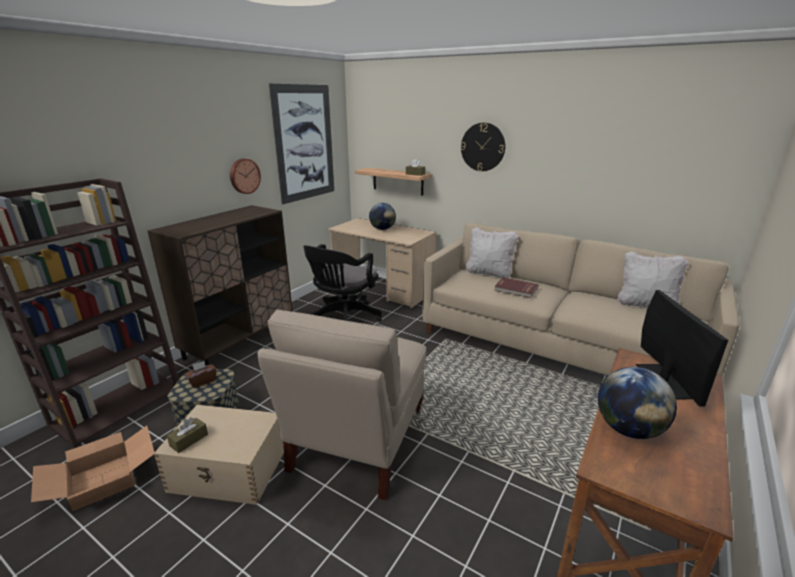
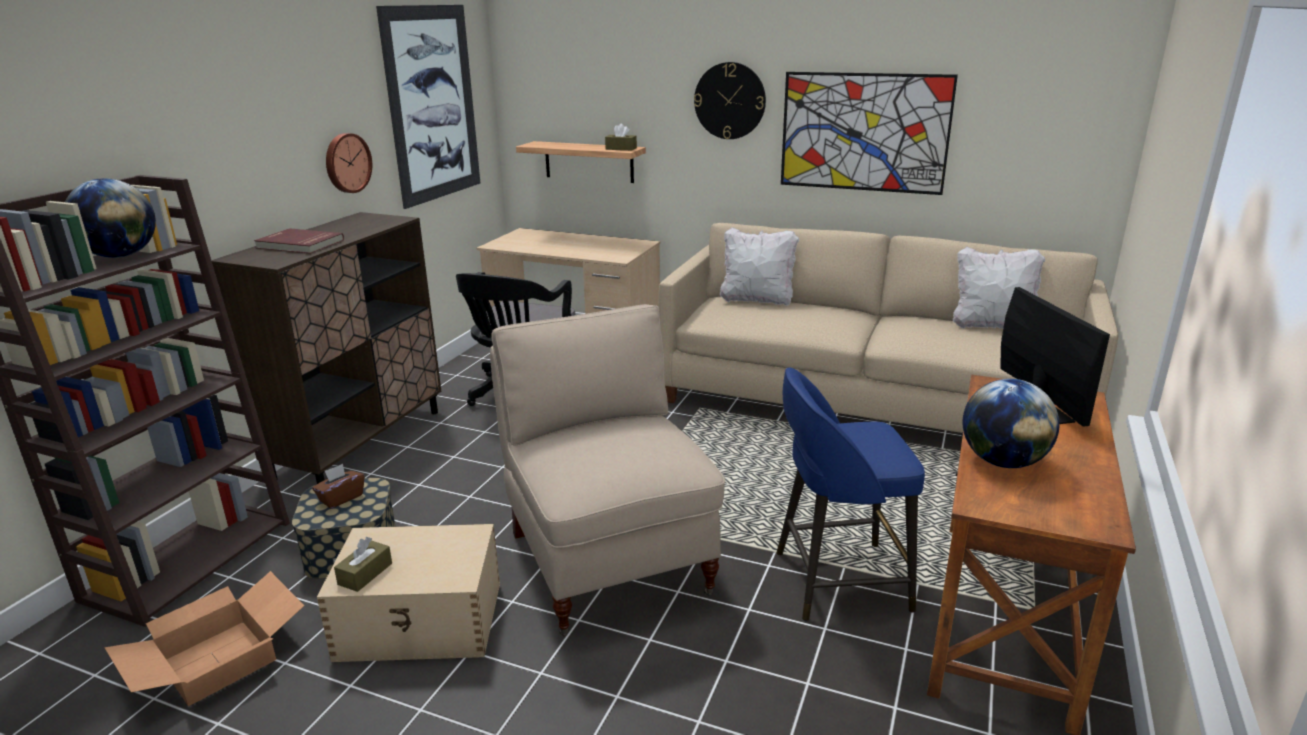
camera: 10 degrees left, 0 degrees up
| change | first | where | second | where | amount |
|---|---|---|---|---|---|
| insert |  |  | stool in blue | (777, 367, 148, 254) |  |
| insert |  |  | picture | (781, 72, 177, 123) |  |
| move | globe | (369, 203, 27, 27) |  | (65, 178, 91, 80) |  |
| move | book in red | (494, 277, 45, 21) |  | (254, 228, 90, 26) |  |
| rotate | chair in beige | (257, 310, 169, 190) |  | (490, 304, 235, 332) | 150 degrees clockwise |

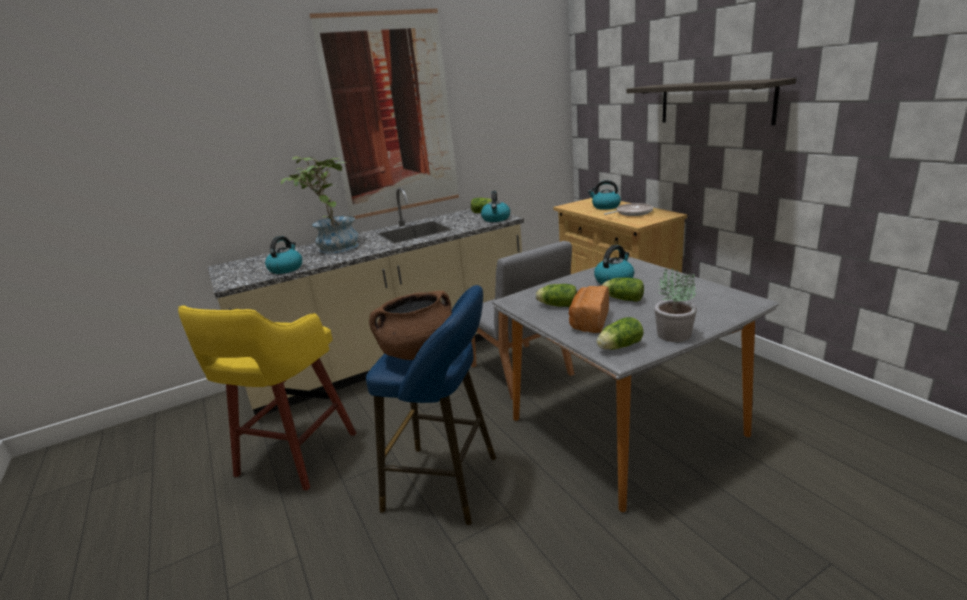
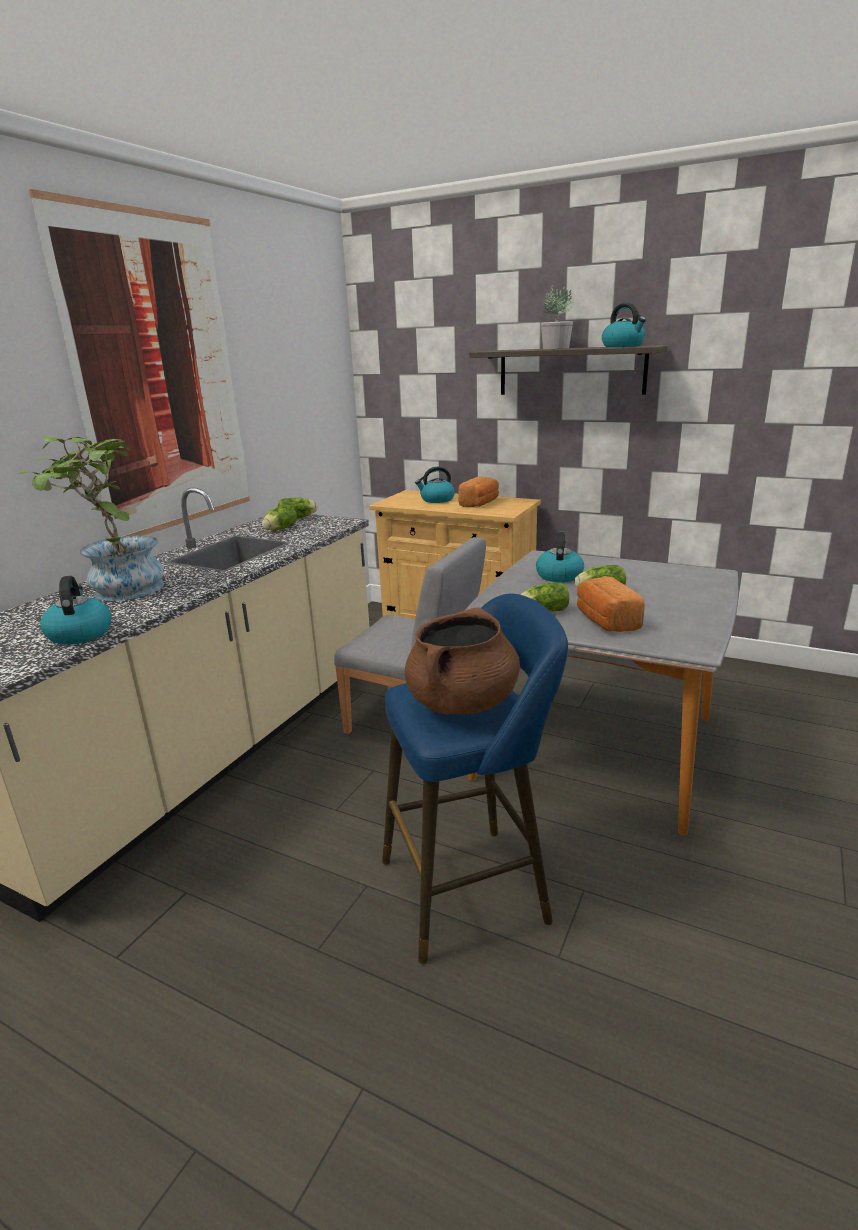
camera: 35 degrees left, 0 degrees up
| change | first | where | second | where | amount |
|---|---|---|---|---|---|
| delete | stool in yellow | (178, 305, 178, 186) |  |  |  |
| move | kettle | (481, 191, 29, 31) |  | (602, 303, 44, 44) |  |
| move | lettuce | (596, 317, 48, 33) |  | (262, 505, 35, 26) |  |
| move | potted plant | (654, 268, 43, 74) |  | (541, 285, 32, 64) |  |
| replace | frying pan | (604, 203, 49, 13) | bread | (458, 476, 41, 31) |  |

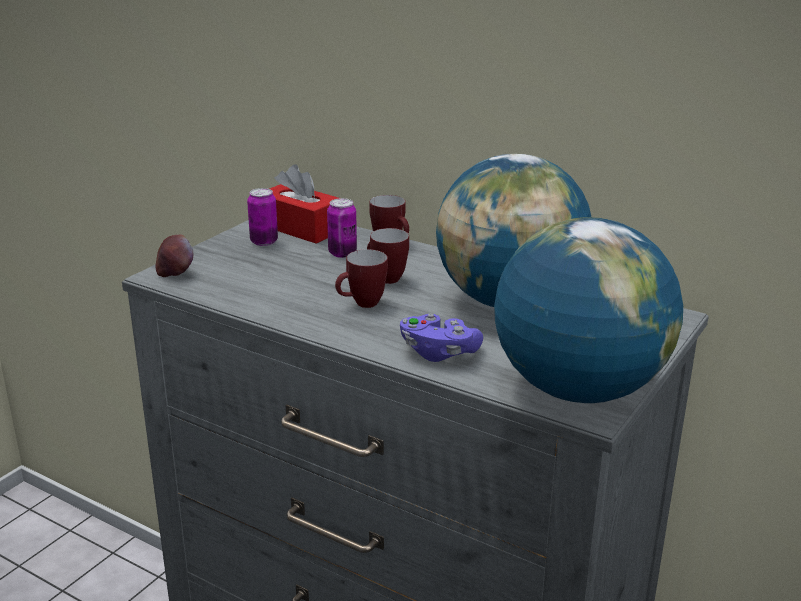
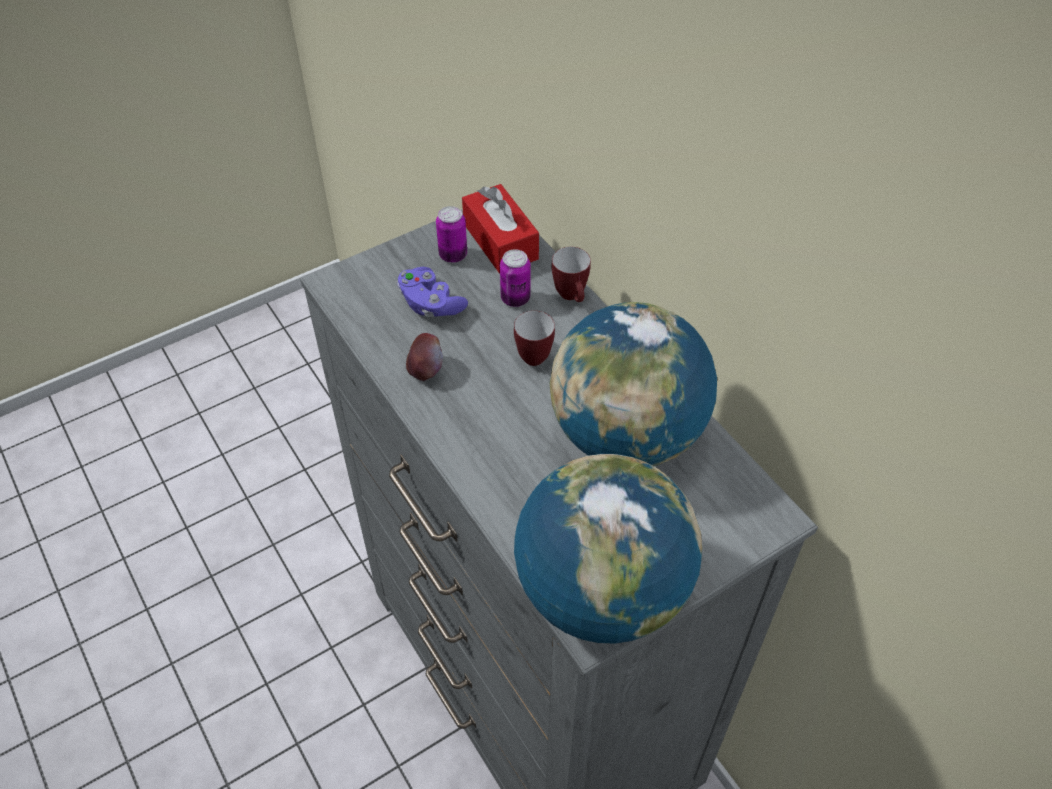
camera: 25 degrees right, 25 degrees up
| change | first | where | second | where | amount |
|---|---|---|---|---|---|
| delete | mug | (335, 249, 53, 59) |  |  |  |
| move | apple | (155, 235, 38, 42) |  | (406, 333, 37, 48) |  |
| move | game controller in purple | (400, 314, 83, 48) |  | (397, 267, 71, 50) |  |

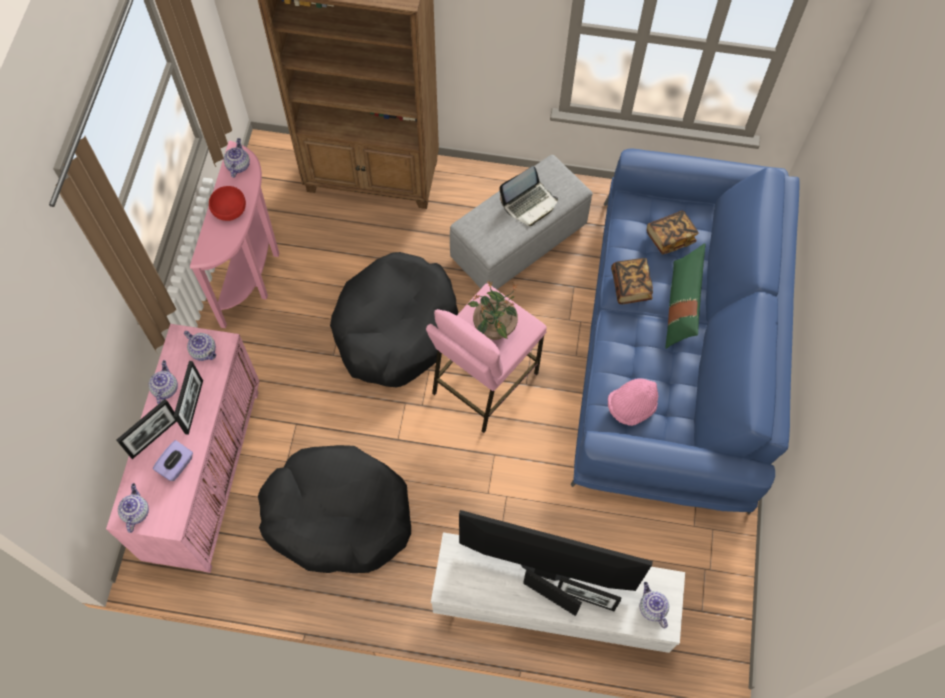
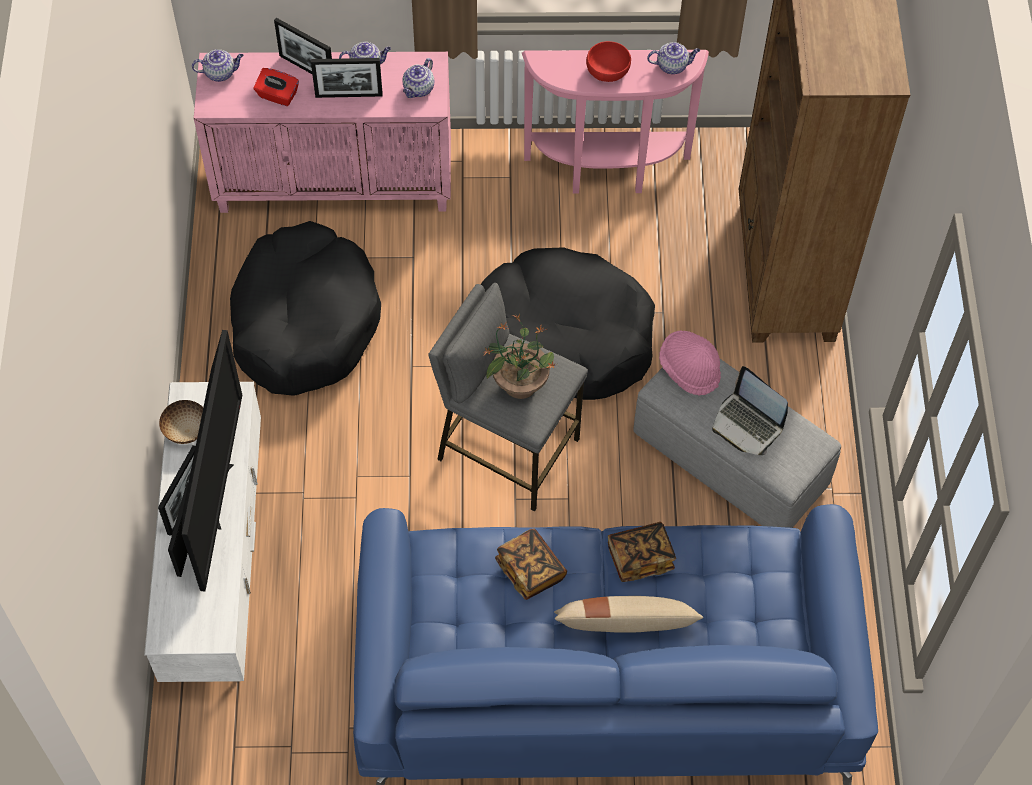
camera: 80 degrees right, 5 degrees down
| change | first | where | second | where | amount |
|---|---|---|---|---|---|
| delete | teapot | (640, 582, 29, 47) |  |  |  |
| insert |  |  | bowl | (159, 400, 44, 44) |  |
| move | hat in pink | (608, 378, 50, 48) |  | (659, 331, 62, 64) |  |
| move | book | (647, 211, 52, 43) |  | (495, 528, 72, 72) |  |
| recolor | tissue box in purple | (153, 440, 40, 41) | tissue box in red | (254, 68, 45, 38) |  |
| recolor | stool in pink | (426, 283, 121, 150) | stool in grey | (428, 283, 160, 228) |  |
| recolor | pillow in green | (666, 243, 39, 106) | pillow in beige | (554, 596, 149, 37) |  |

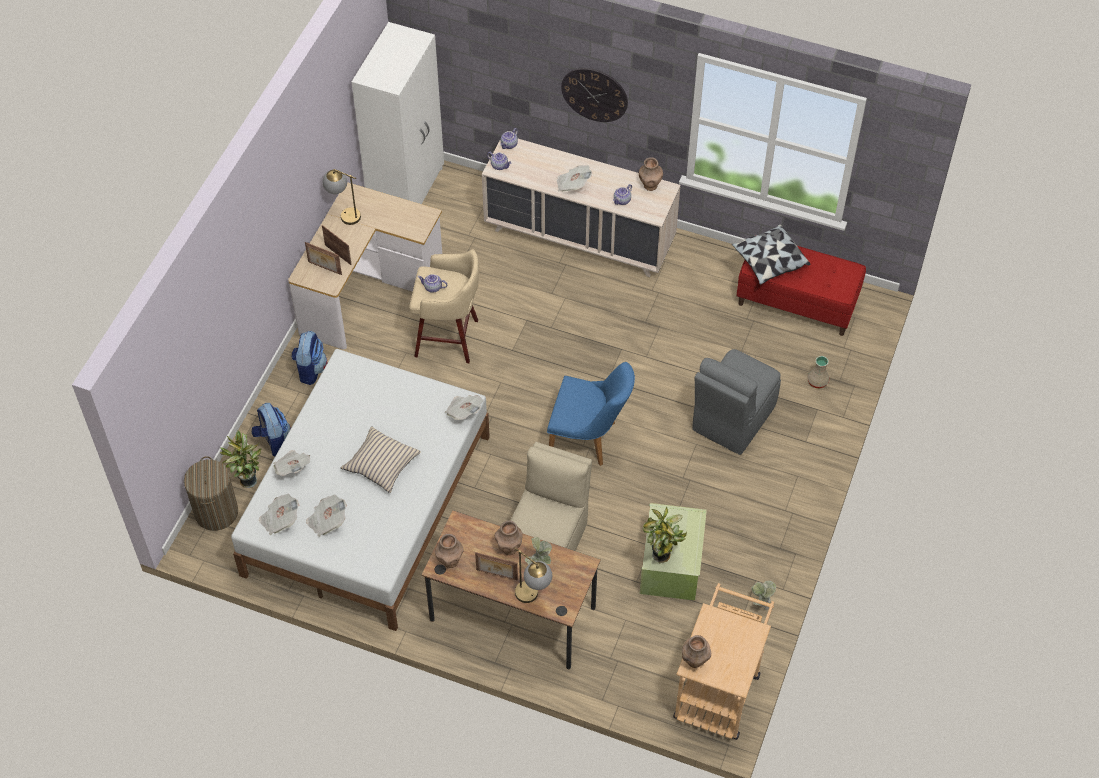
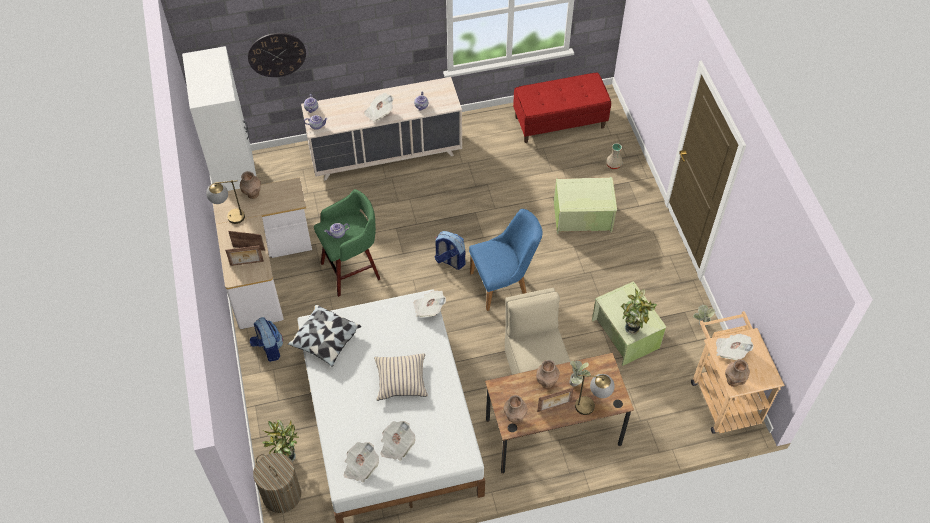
camera: 35 degrees left, 0 degrees up
| change | first | where | second | where | amount |
|---|---|---|---|---|---|
| move | backpack | (252, 403, 39, 54) |  | (434, 231, 32, 39) |  |
| move | newspaper | (273, 450, 37, 26) |  | (716, 334, 38, 26) |  |
| move | wall clock | (561, 68, 67, 54) |  | (248, 33, 58, 44) |  |
| move | vase in brown | (639, 157, 24, 34) |  | (240, 171, 21, 28) |  |
| move | pillow | (732, 224, 79, 61) |  | (288, 305, 73, 62) |  |
| replace | chair in grey | (692, 349, 89, 106) | storage box in green | (554, 177, 63, 57) |  |
| recolor | stool in beige | (410, 249, 69, 114) | stool in green | (314, 189, 66, 108) |  |

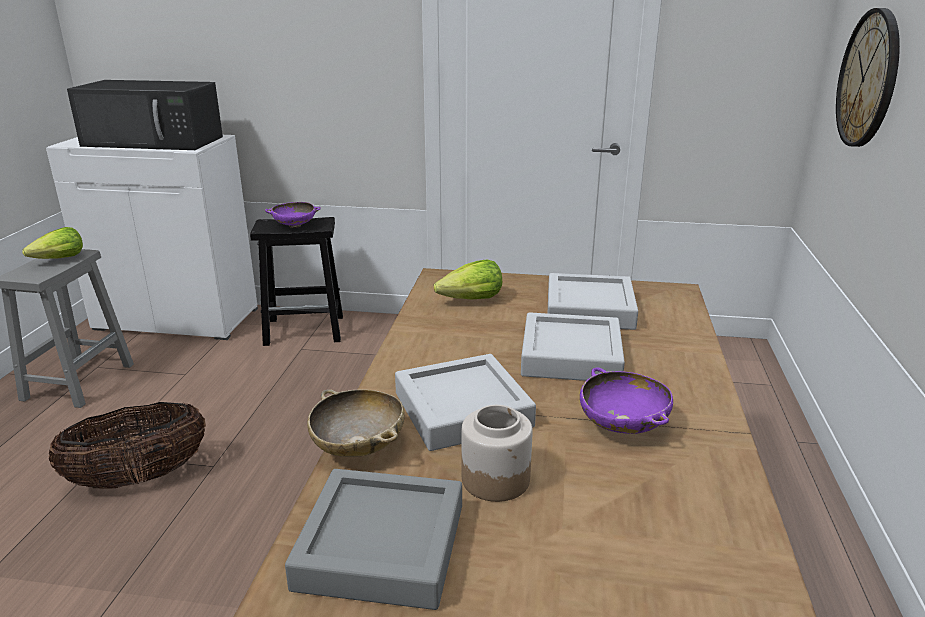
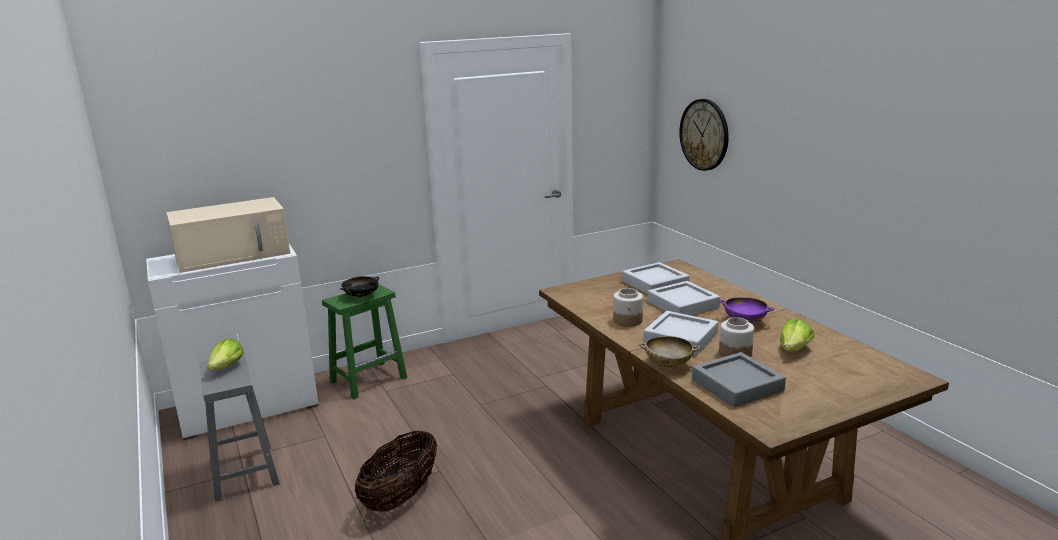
camera: 35 degrees left, 5 degrees down
| change | first | where | second | where | amount |
|---|---|---|---|---|---|
| insert |  |  | jar | (613, 288, 30, 39) |  |
| move | lettuce | (434, 260, 68, 40) |  | (780, 318, 34, 34) |  |
| recolor | microwave in black | (67, 80, 156, 70) | microwave in beige | (166, 197, 124, 76) |  |
| recolor | stool in black | (250, 217, 93, 129) | stool in green | (322, 284, 85, 115) |  |
| recolor | bowl in purple | (265, 202, 56, 26) | bowl in black | (341, 276, 38, 22) |  |

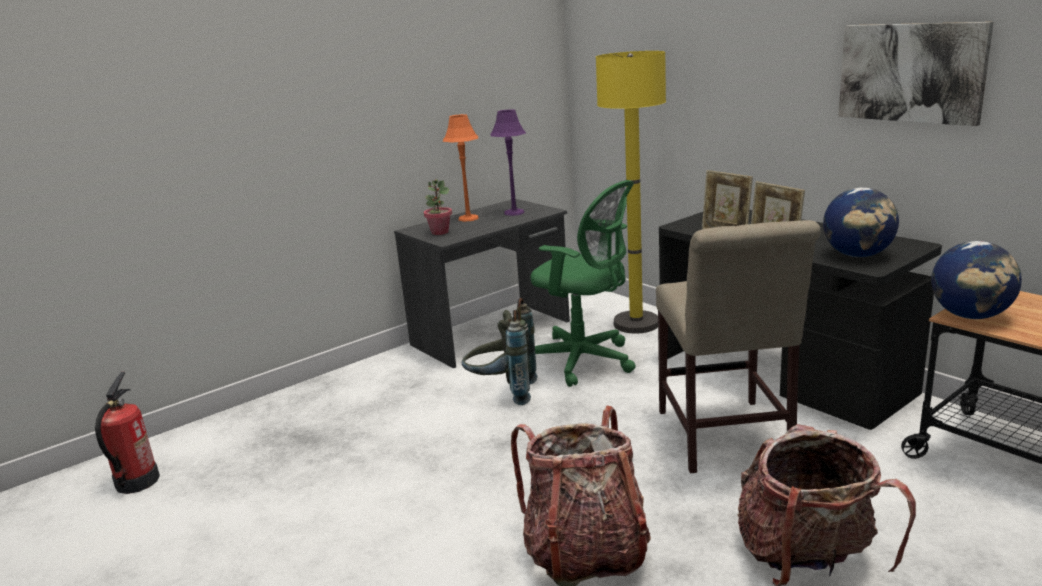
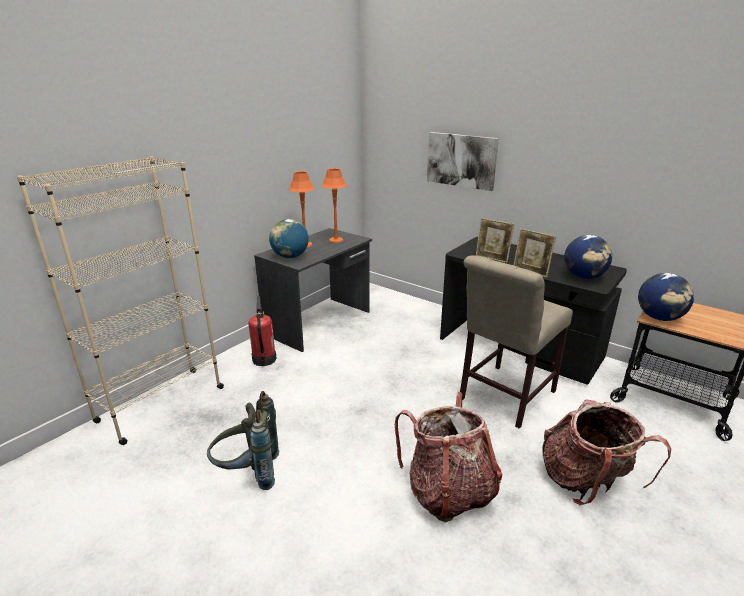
camera: 15 degrees left, 5 degrees up
| change | first | where | second | where | amount |
|---|---|---|---|---|---|
| delete | office chair in green | (531, 180, 105, 207) |  |  |  |
| delete | floor lamp in yellow | (596, 51, 70, 283) |  |  |  |
| insert |  |  | bookcase in beige | (17, 156, 207, 289) |  |
| move | fire extinguisher | (95, 372, 65, 122) |  | (248, 296, 29, 70) |  |
| move | backpack in grey | (462, 298, 76, 107) |  | (207, 391, 72, 99) |  |
| move | picture | (838, 22, 155, 104) |  | (427, 132, 72, 59) |  |
| replace | potted plant | (424, 179, 28, 56) | globe | (269, 219, 40, 39) |  |
| recolor | table lamp in purple | (490, 109, 36, 107) | table lamp in orange | (321, 168, 26, 75) |  |
| rotate | chair in beige | (656, 220, 164, 253) |  | (460, 256, 113, 172) | 60 degrees clockwise |

